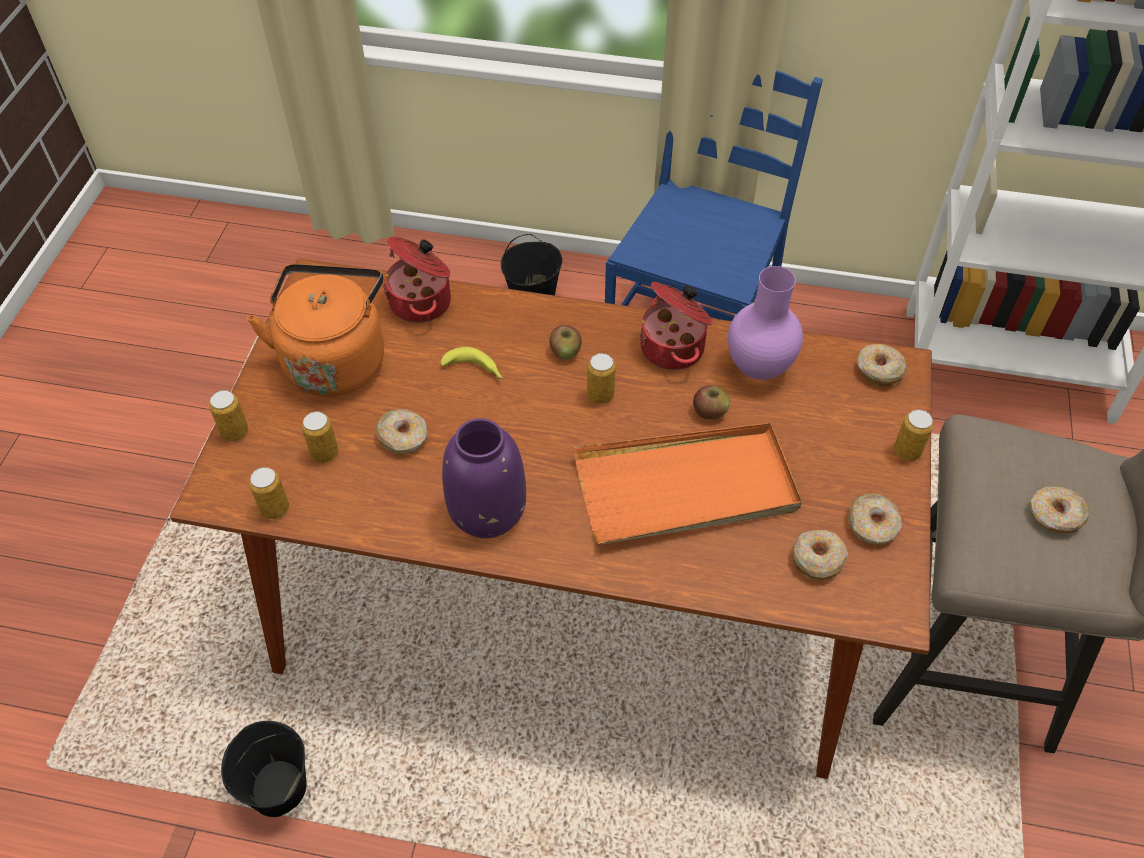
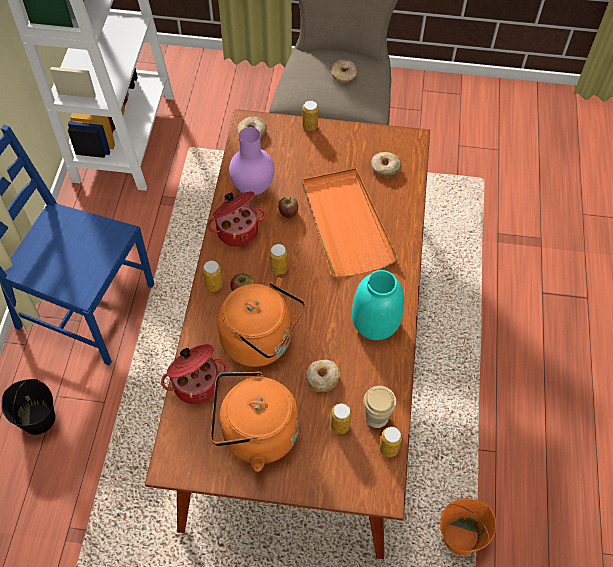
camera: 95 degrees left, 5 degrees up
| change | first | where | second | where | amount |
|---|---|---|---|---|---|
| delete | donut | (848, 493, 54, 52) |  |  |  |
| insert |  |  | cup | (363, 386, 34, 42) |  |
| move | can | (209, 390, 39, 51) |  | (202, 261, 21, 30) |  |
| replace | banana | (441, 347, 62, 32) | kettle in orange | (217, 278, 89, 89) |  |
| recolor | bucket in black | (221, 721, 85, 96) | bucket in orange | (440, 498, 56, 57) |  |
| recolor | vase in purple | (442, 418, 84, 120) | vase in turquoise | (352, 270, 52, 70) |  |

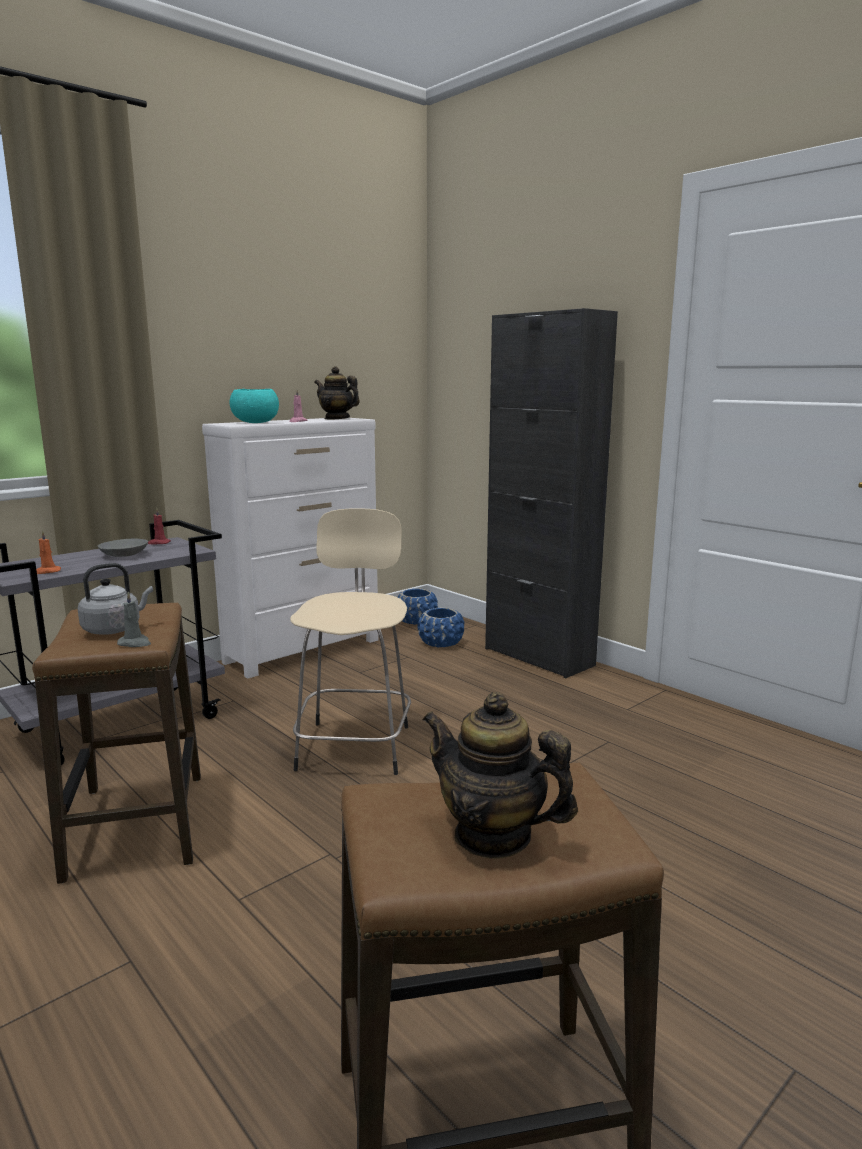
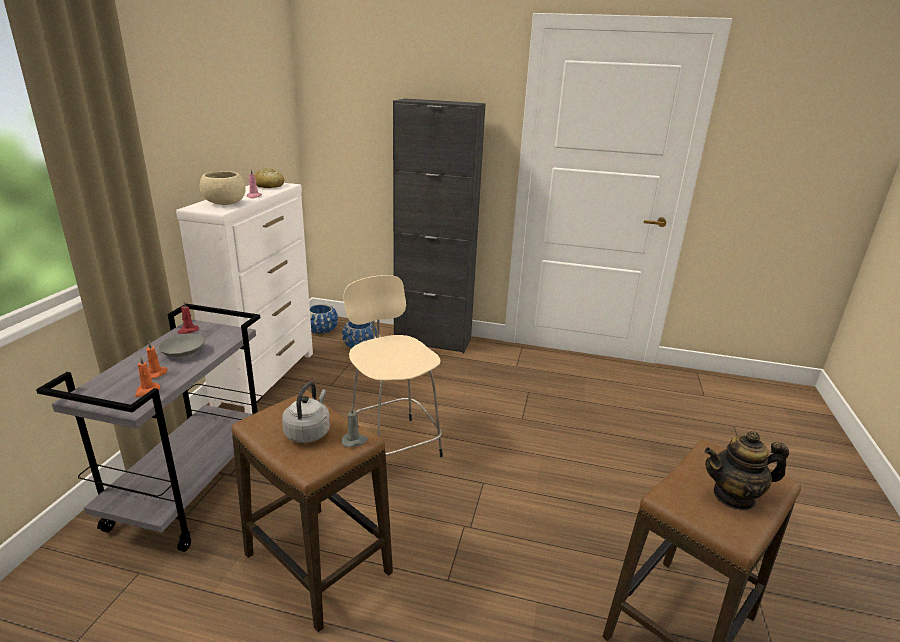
camera: 35 degrees left, 10 degrees up
| change | first | where | second | where | amount |
|---|---|---|---|---|---|
| insert |  |  | candle in orange | (146, 341, 22, 38) |  |
| replace | teapot | (314, 366, 46, 53) | bread | (255, 168, 30, 20) |  |
| recolor | bowl in turquoise | (230, 389, 49, 34) | bowl in beige | (200, 171, 46, 34) |  |

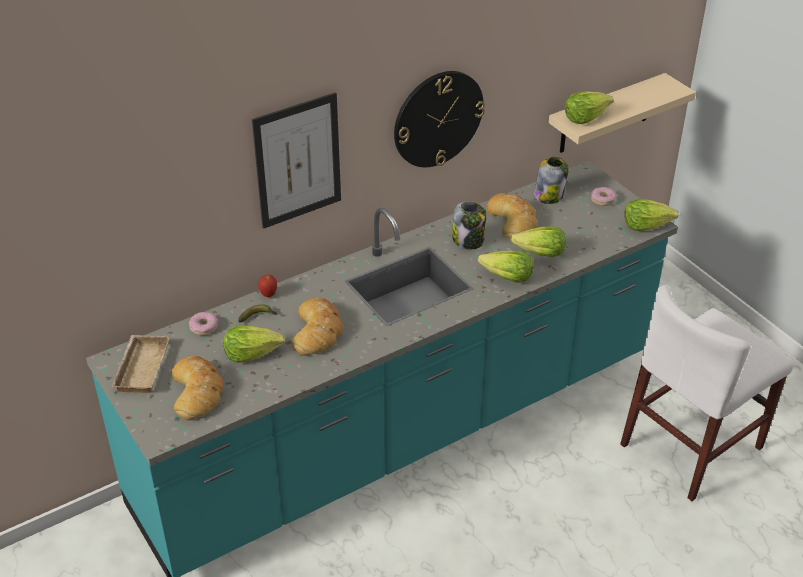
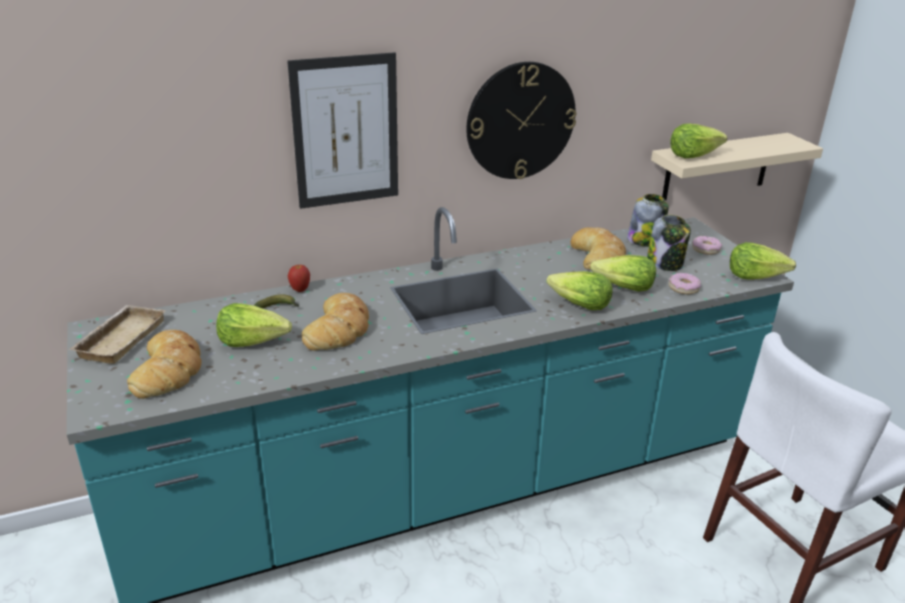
camera: 10 degrees right, 10 degrees down
| change | first | where | second | where | amount |
|---|---|---|---|---|---|
| move | donut | (189, 312, 28, 23) |  | (669, 273, 32, 22) |  |
| move | jar | (452, 201, 34, 48) |  | (647, 215, 44, 56) |  |

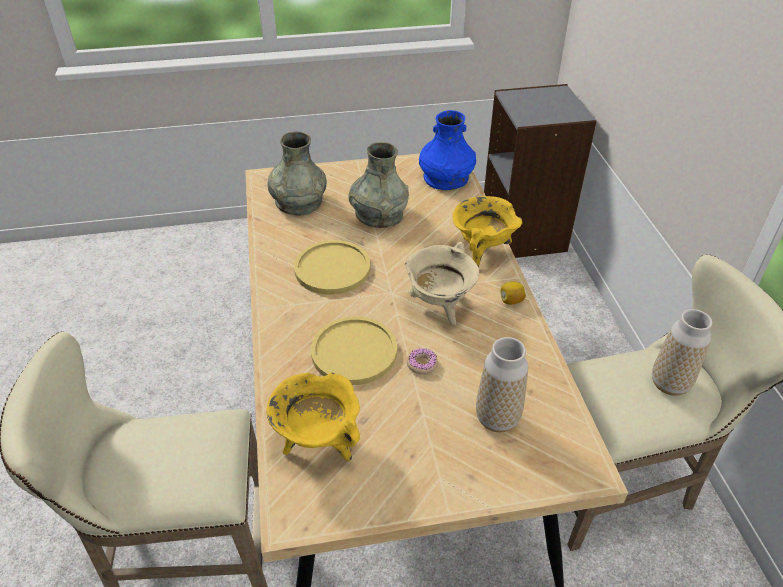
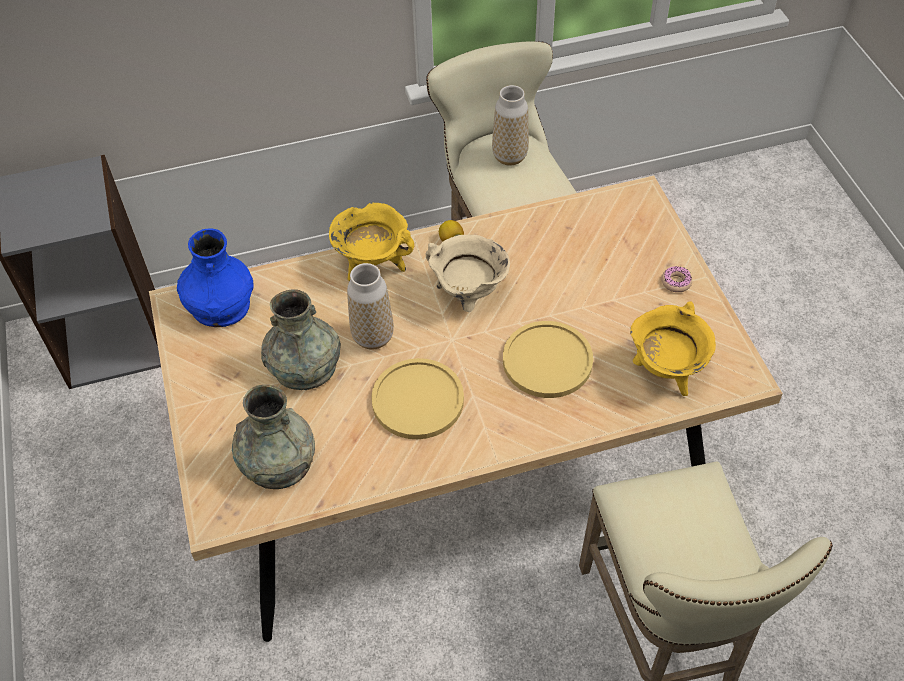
camera: 95 degrees left, 10 degrees up
| change | first | where | second | where | amount |
|---|---|---|---|---|---|
| move | donut | (407, 348, 31, 26) |  | (661, 266, 31, 26) |  |
| move | vase | (476, 337, 52, 95) |  | (347, 263, 47, 87) |  |

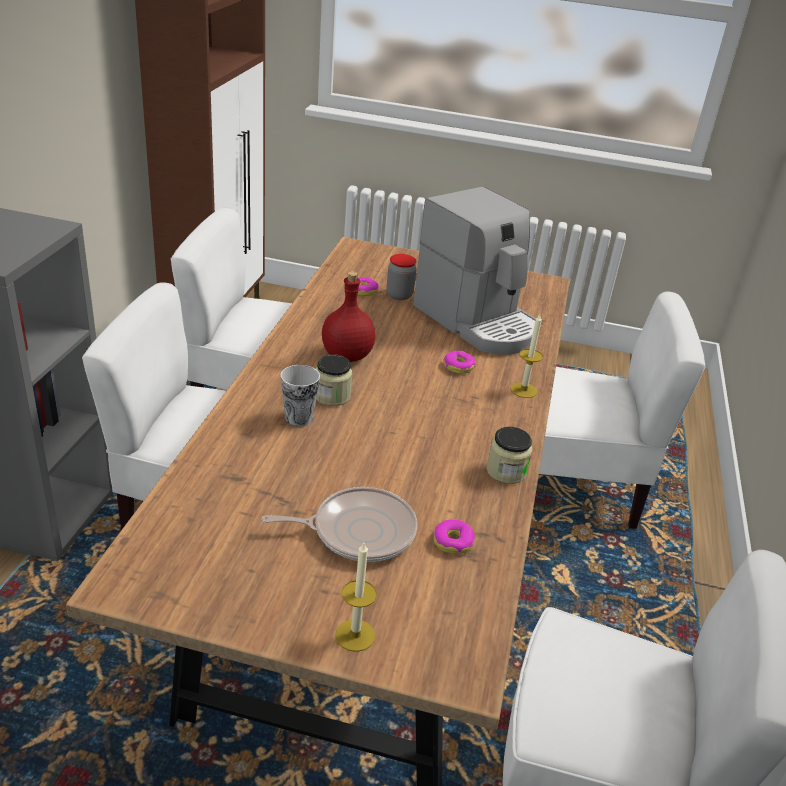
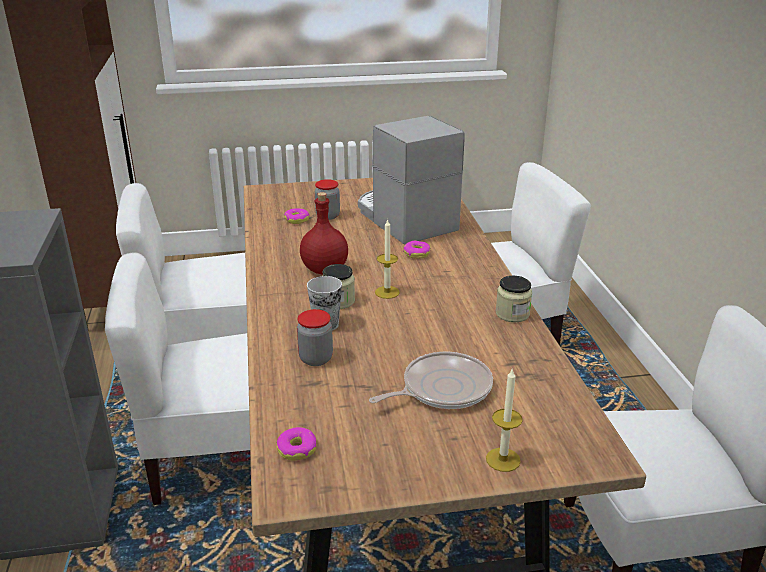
camera: 20 degrees left, 5 degrees down
| change | first | where | second | where | amount |
|---|---|---|---|---|---|
| insert |  |  | jar | (297, 309, 36, 57) |  |
| move | donut | (434, 519, 41, 35) |  | (277, 427, 39, 34) |  |
| move | candle | (510, 314, 33, 84) |  | (375, 219, 25, 80) |  |
| rotate | coffee machine | (413, 187, 123, 168) |  | (358, 116, 107, 129) | 150 degrees counterclockwise |

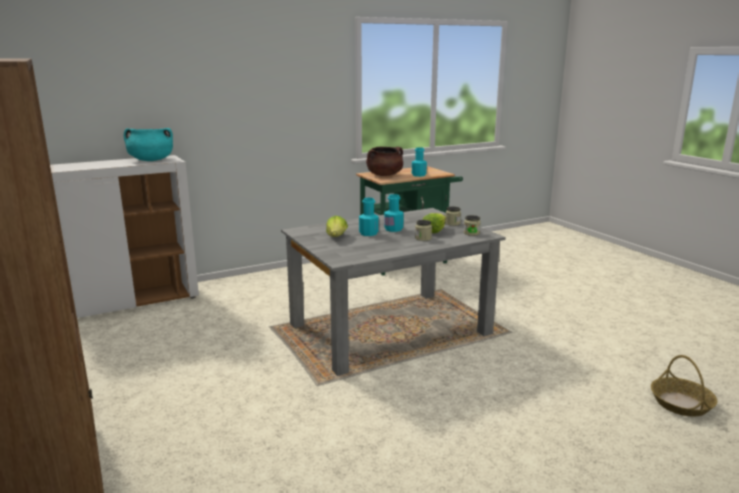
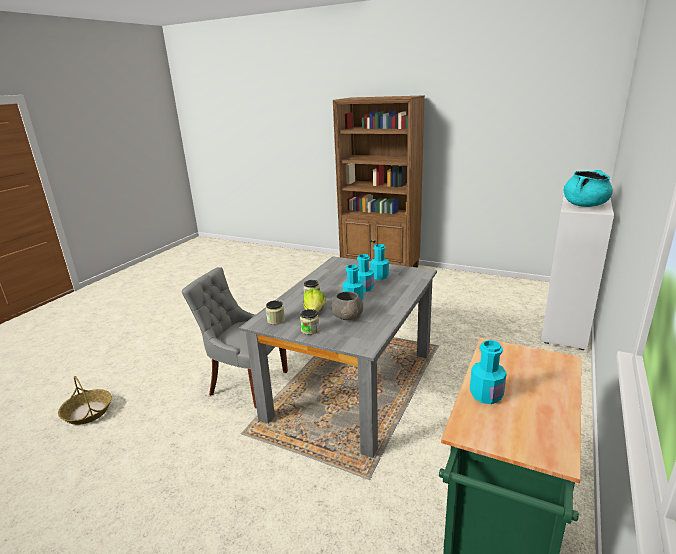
camera: 145 degrees right, 5 degrees up
| change | first | where | second | where | amount |
|---|---|---|---|---|---|
| delete | cooking pot in brown | (366, 147, 37, 29) |  |  |  |
| insert |  |  | chair in grey | (182, 267, 106, 141) |  |
| insert |  |  | bowl in grey | (331, 291, 32, 29) |  |
| replace | lettuce | (326, 216, 22, 21) | bottle in turquoise | (370, 244, 19, 36) |  |

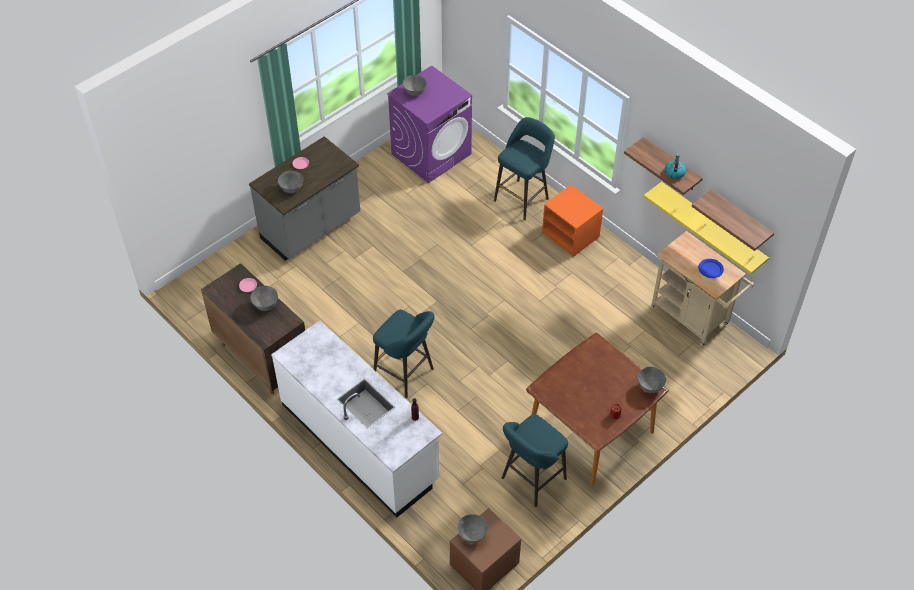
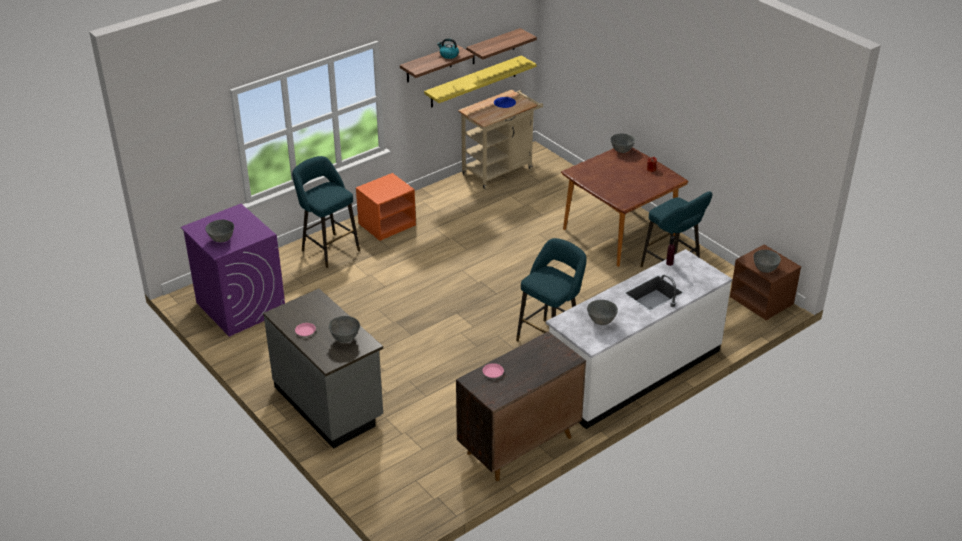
camera: 85 degrees left, 15 degrees down
| change | first | where | second | where | amount |
|---|---|---|---|---|---|
| move | bowl in grey | (250, 286, 28, 25) |  | (587, 300, 31, 25) |  |

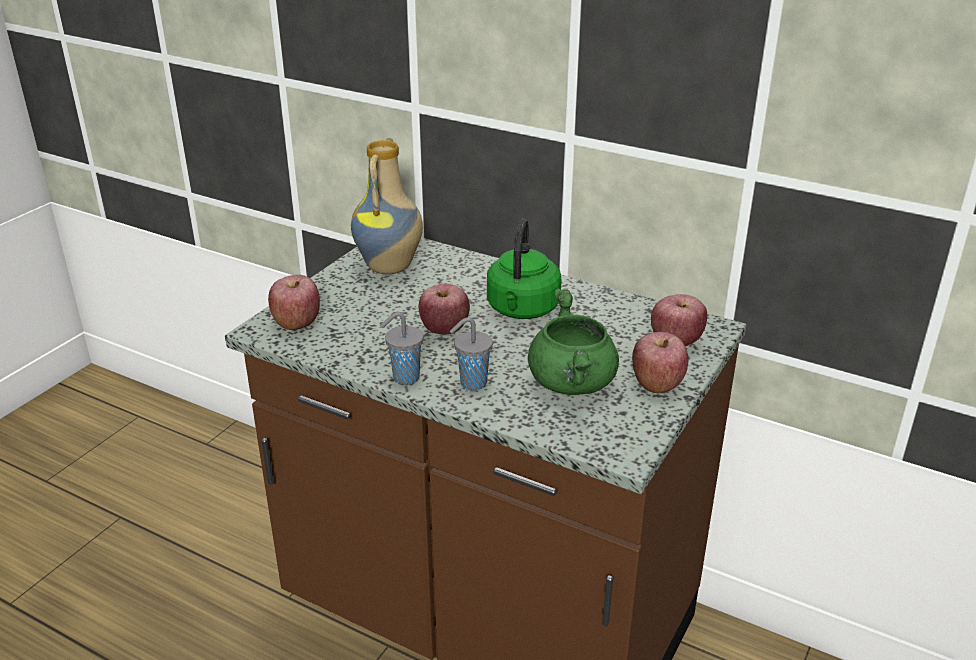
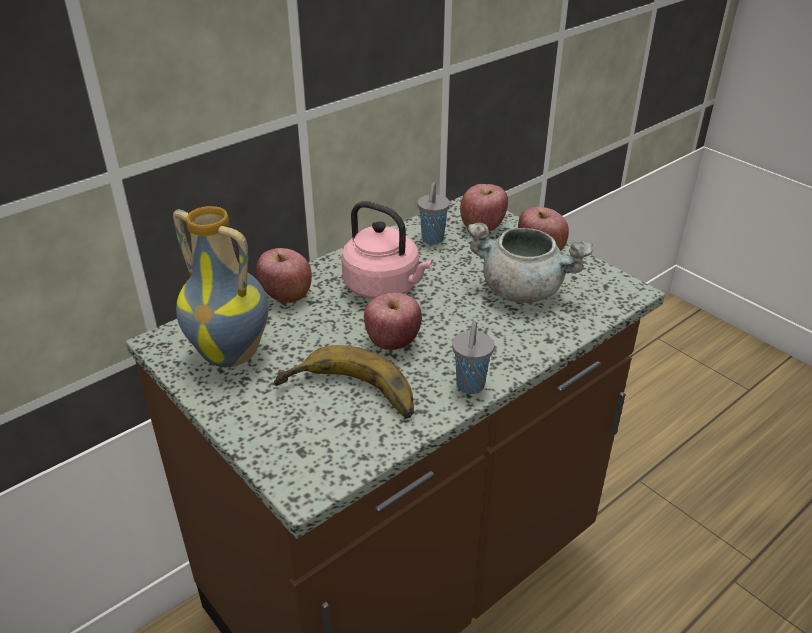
camera: 70 degrees left, 5 degrees up
| change | first | where | second | where | amount |
|---|---|---|---|---|---|
| insert |  |  | banana | (273, 345, 141, 74) |  |
| move | apple | (268, 275, 52, 55) |  | (256, 248, 56, 55) |  |
| move | cup in grey | (450, 317, 43, 74) |  | (417, 182, 33, 62) |  |
| recolor | kettle in green | (487, 219, 74, 100) | kettle in pink | (341, 201, 92, 98) |  |
| recolor | cooking pot in green | (528, 289, 91, 106) | cooking pot in grey | (467, 223, 126, 80) |  |

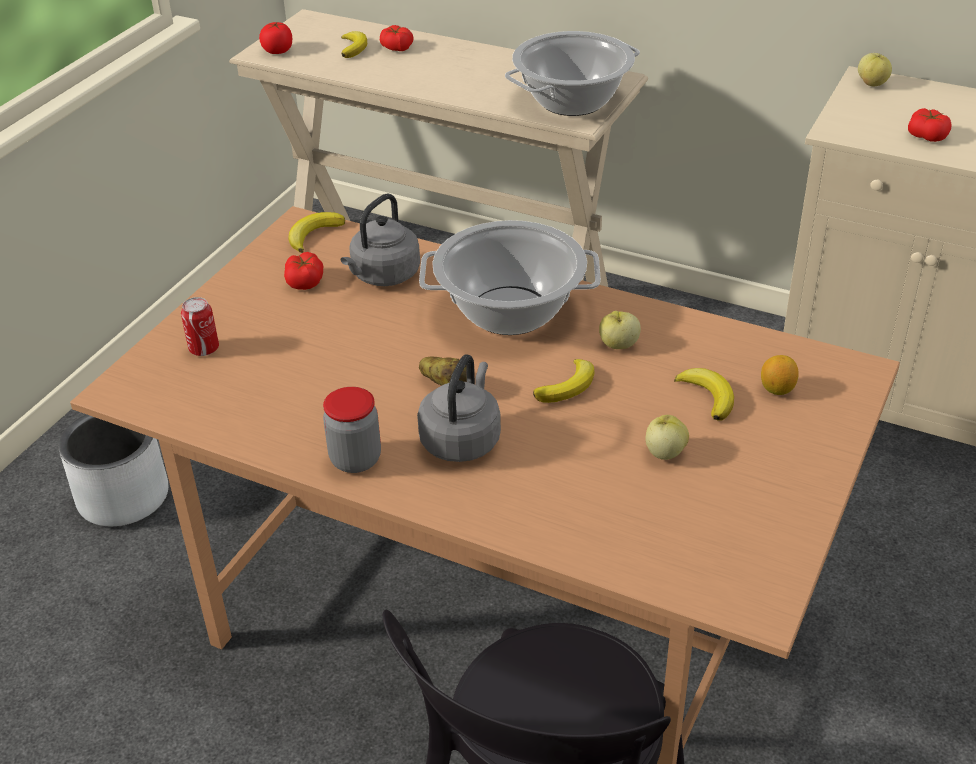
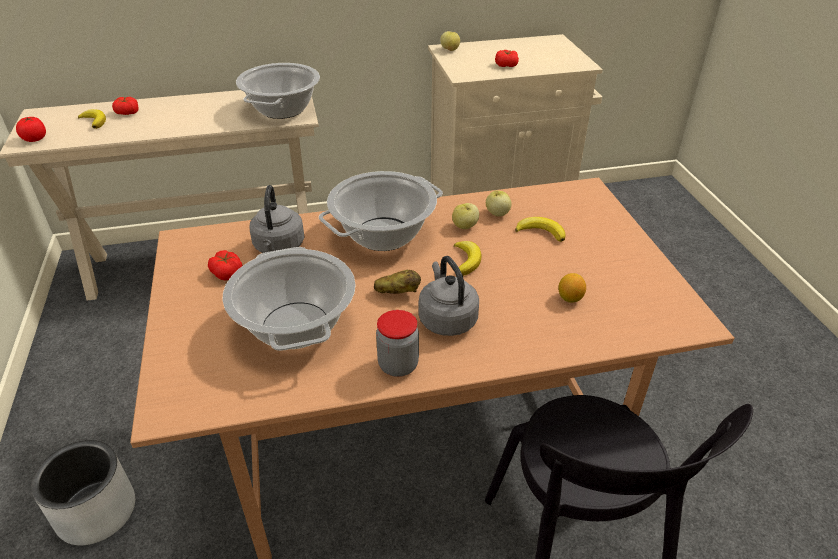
camera: 40 degrees left, 0 degrees up
| change | first | where | second | where | amount |
|---|---|---|---|---|---|
| delete | can | (181, 297, 38, 59) |  |  |  |
| delete | banana | (289, 212, 56, 41) |  |  |  |
| insert |  |  | cooking pot | (222, 247, 134, 104) |  |
| move | apple | (645, 415, 44, 45) |  | (486, 190, 26, 27) |  |
| move | lemon | (761, 355, 38, 40) |  | (558, 273, 28, 30) |  |

